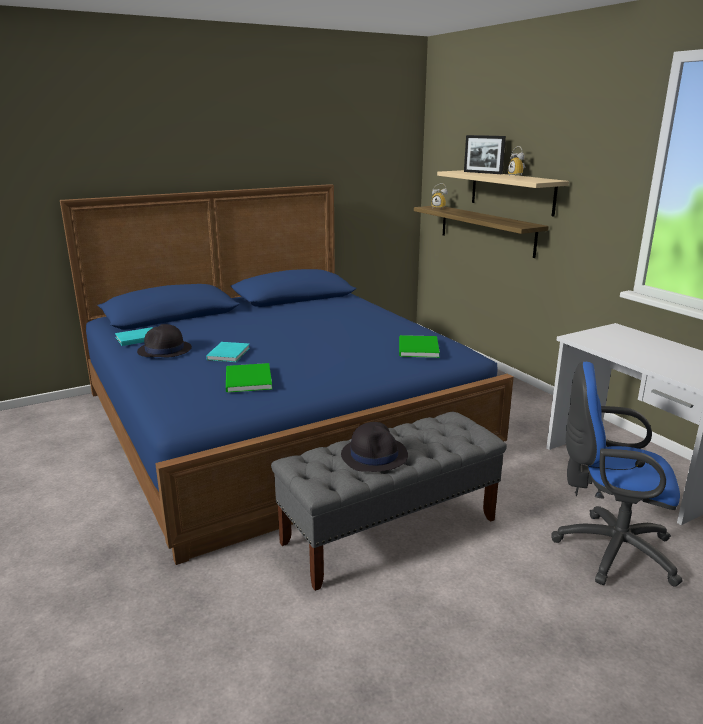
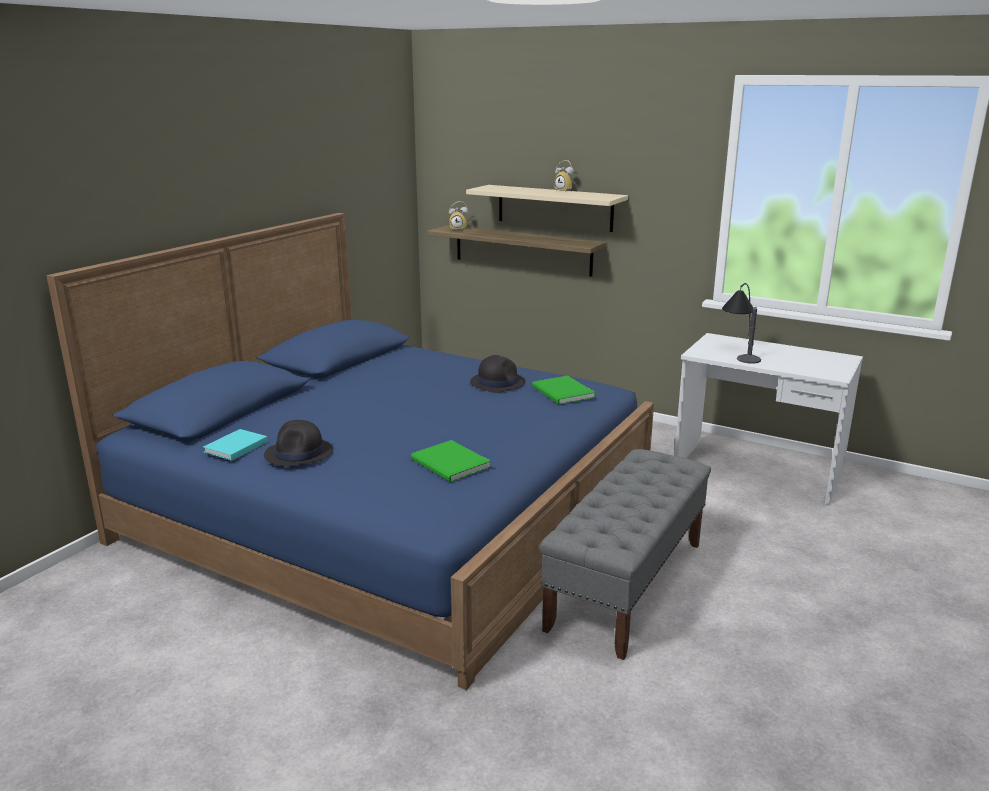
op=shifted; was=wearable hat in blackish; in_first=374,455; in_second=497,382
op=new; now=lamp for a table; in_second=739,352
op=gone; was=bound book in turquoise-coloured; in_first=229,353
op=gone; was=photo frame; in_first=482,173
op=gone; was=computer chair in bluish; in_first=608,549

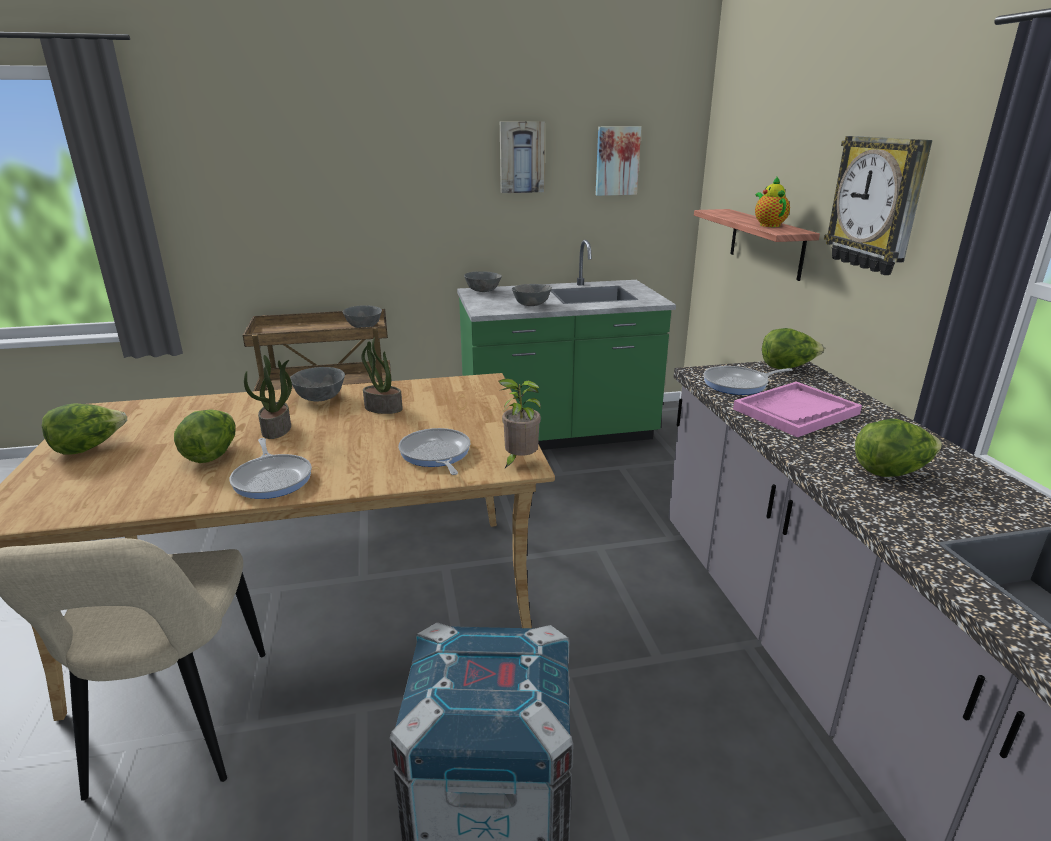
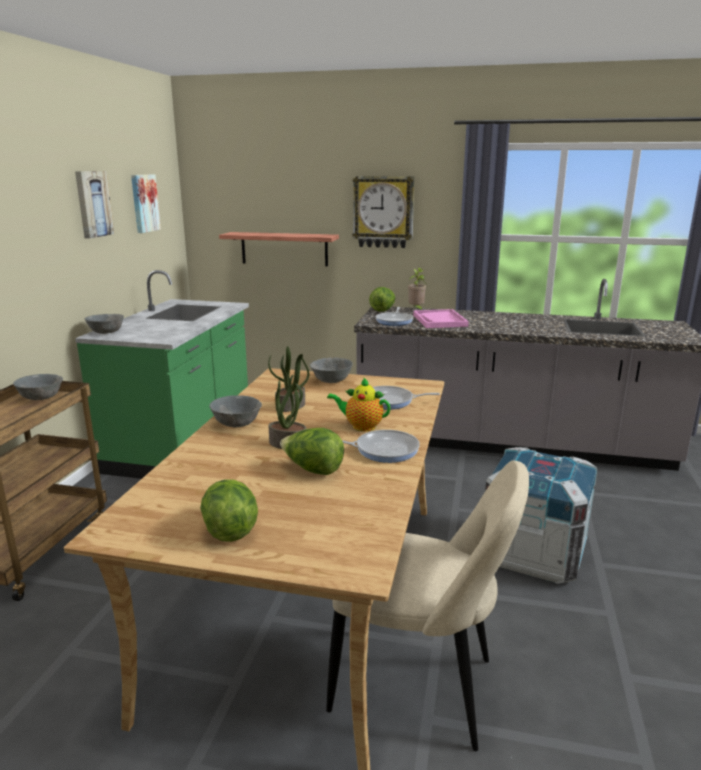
op=shifted; was=bowl in grey; in_first=531,305; in_second=331,381
op=shifted; was=pot for tea; in_first=768,225; in_second=361,426
op=shifted; was=plant in a pot; in_first=519,461; in_second=416,309
op=gone; was=lettuce head; in_first=891,471

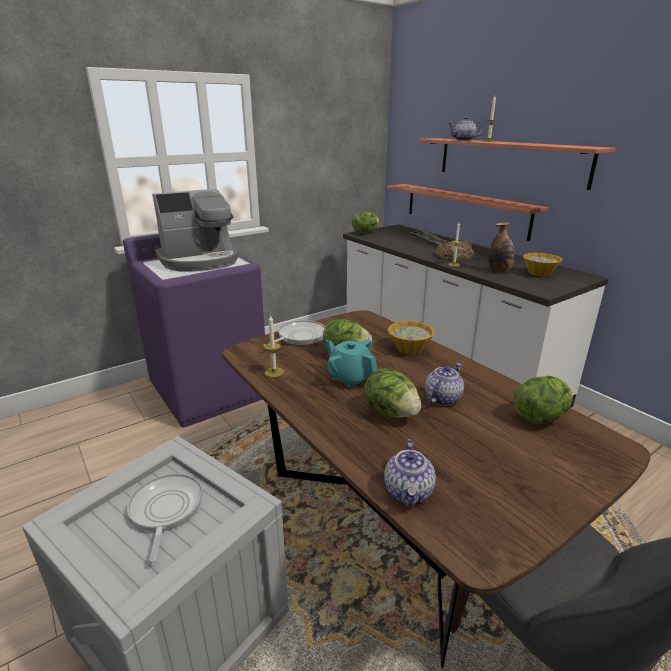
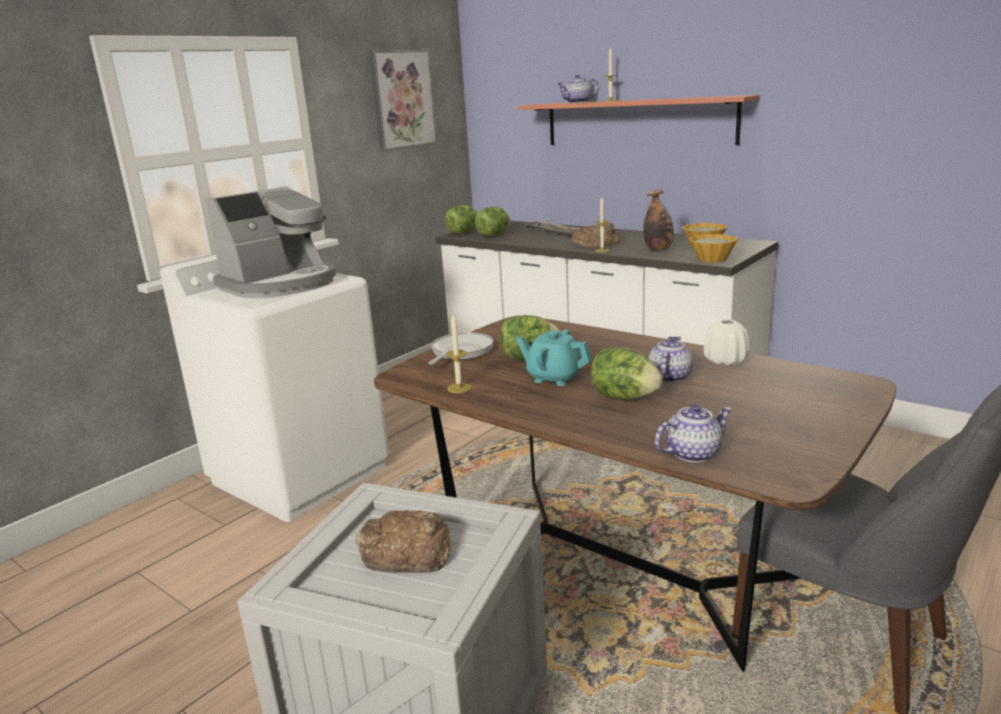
op=repainted; was=laundry appliance in purple-coloured; now=laundry appliance in white-coloured; in_first=210,391; in_second=301,474
op=swapped; was=frying pan; now=bread; in_first=166,510; in_second=405,552
op=new; now=wall art; in_second=403,100
op=shifted; was=lettuce head; in_first=540,417; in_second=494,235
op=rotated; was=pot for tea; in_first=409,492; in_second=693,453; clockwise=-105
op=shifted; was=bowl; in_first=409,348; in_second=712,259
op=new; now=decorative vase in white-coloured; in_second=725,361
op=gone; was=wall shelf; in_first=464,210

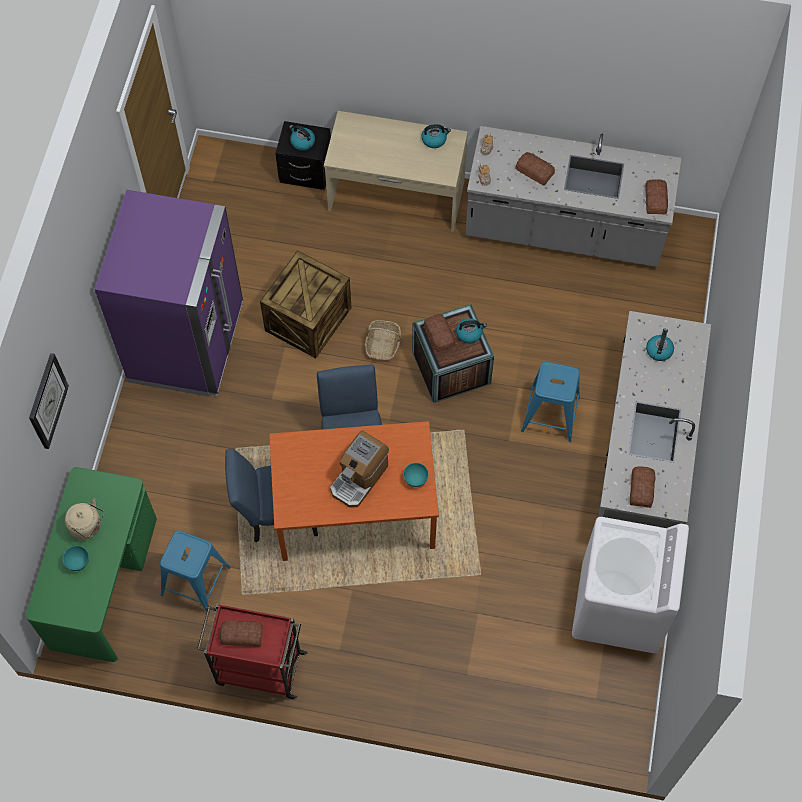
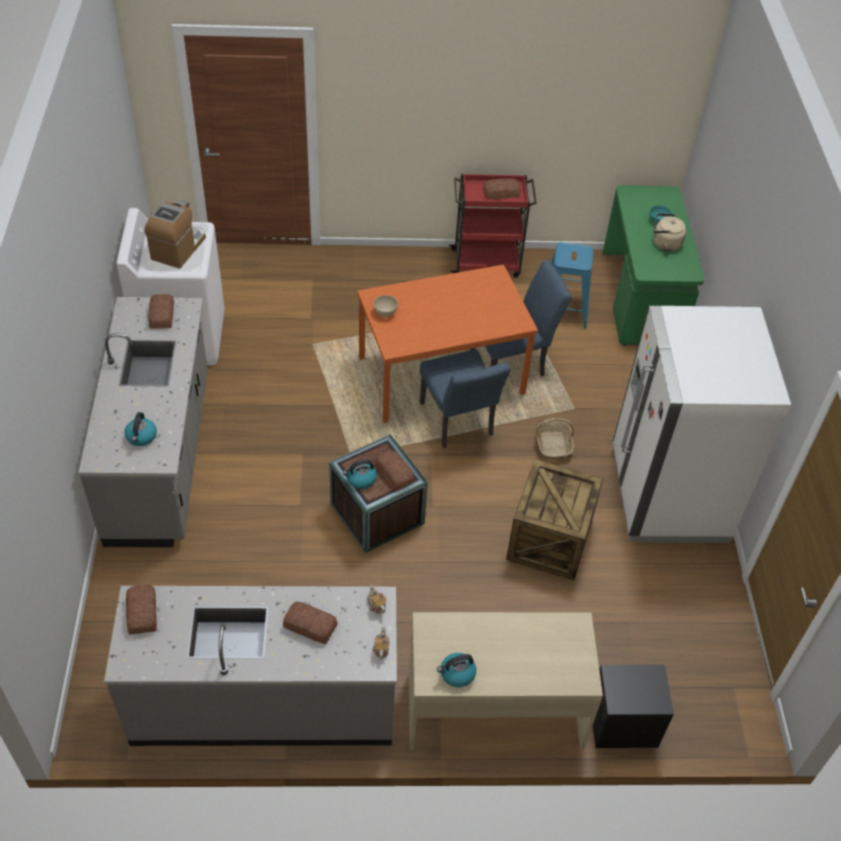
op=shifted; was=coffee machine; in_first=359,478; in_second=178,248
op=repainted; was=bowl in turquoise-coloured; now=bowl in beige-coloured; in_first=415,479; in_second=385,312
op=shifted; was=storage basket; in_first=383,344; in_second=553,445
op=repainted; was=kitchen fridge in purple-coloured; now=kitchen fridge in white-coloured; in_first=187,343; in_second=668,494
op=gone; was=clock on the wall; in_first=47,401
op=gone; was=kettle; in_first=302,142
op=gone; was=stool in bluish; in_first=550,415

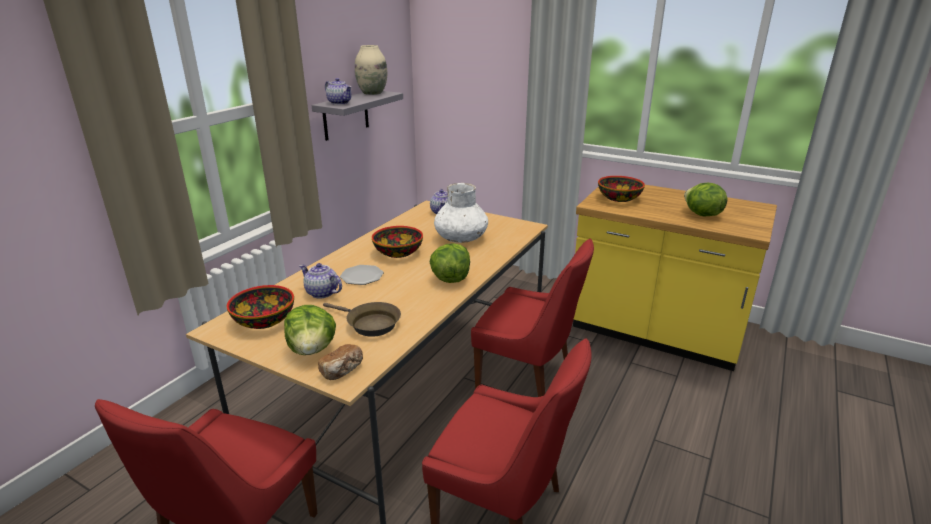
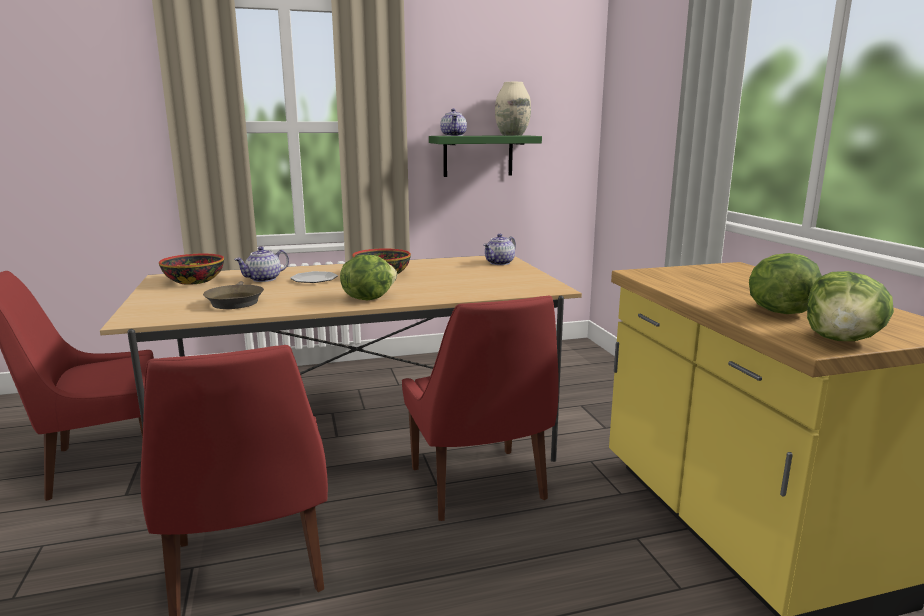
op=rotated; was=pot for tea; in_first=321,293; in_second=264,279; clockwise=-120
op=repainted; was=wall shelf in grey; now=wall shelf in green; in_first=345,115; in_second=478,156
op=shifted; was=lettuce head; in_first=312,349; in_second=842,340
op=gone; was=bread; in_first=343,371
op=gone; was=decorative vase in white-coloured; in_first=461,238
op=gone; was=bowl; in_first=618,198

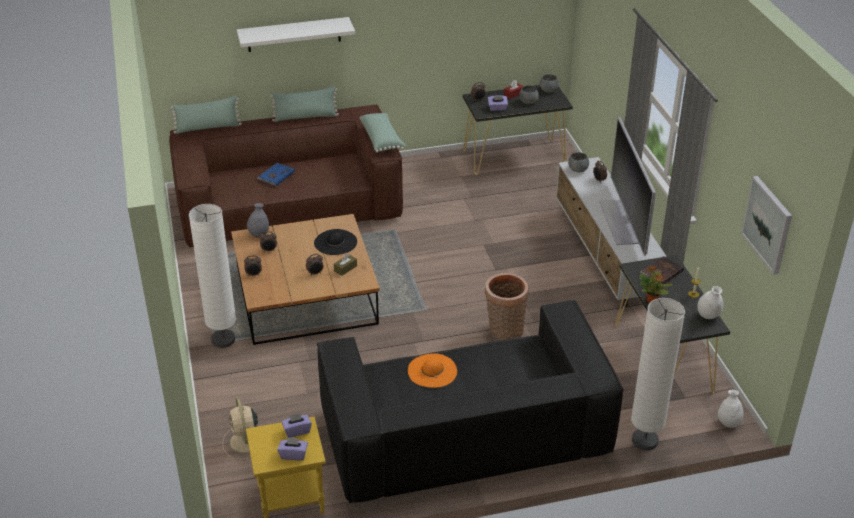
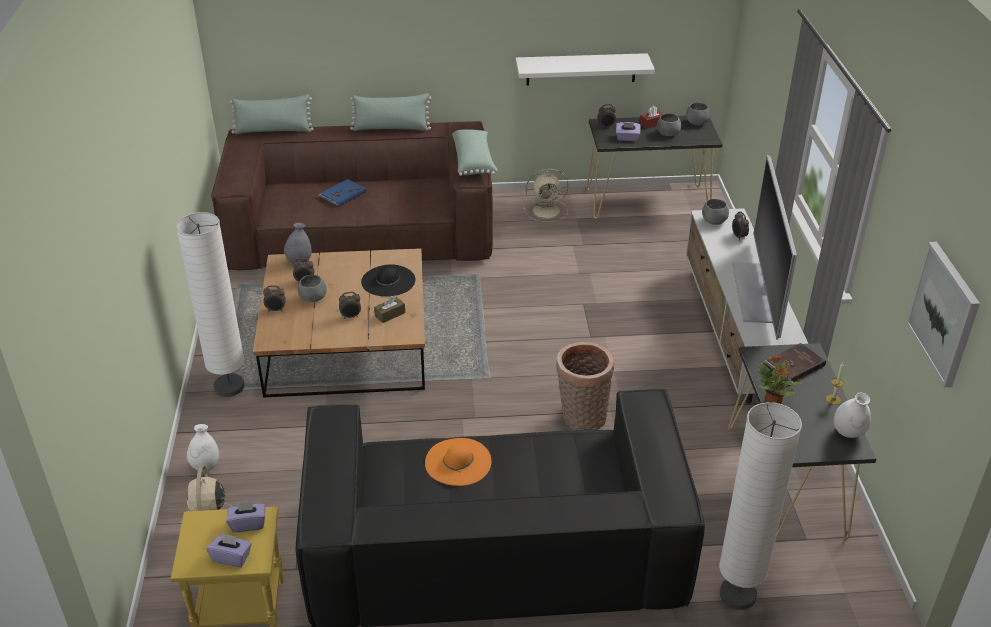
op=shifted; was=decorative vase in white-coloured; in_first=728,423; in_second=205,466
op=new; now=bowl in grey; in_second=313,298
op=shifted; was=wall shelf in white-coloured; in_first=294,34; in_second=581,69
op=new; now=cooling fan in beige-coloured; in_second=547,211

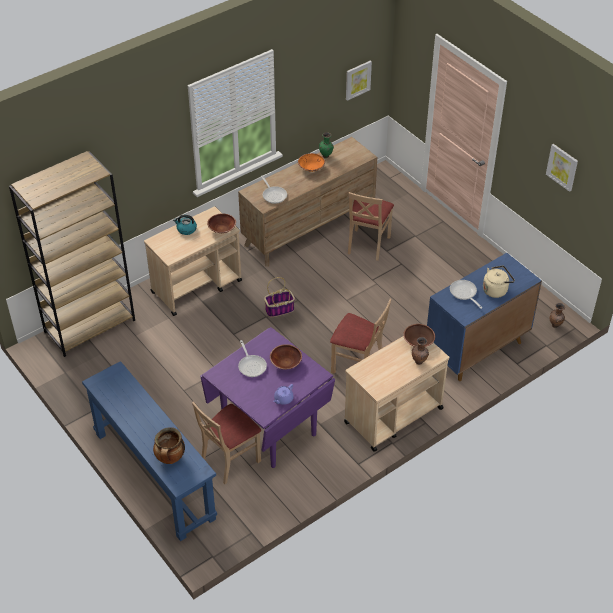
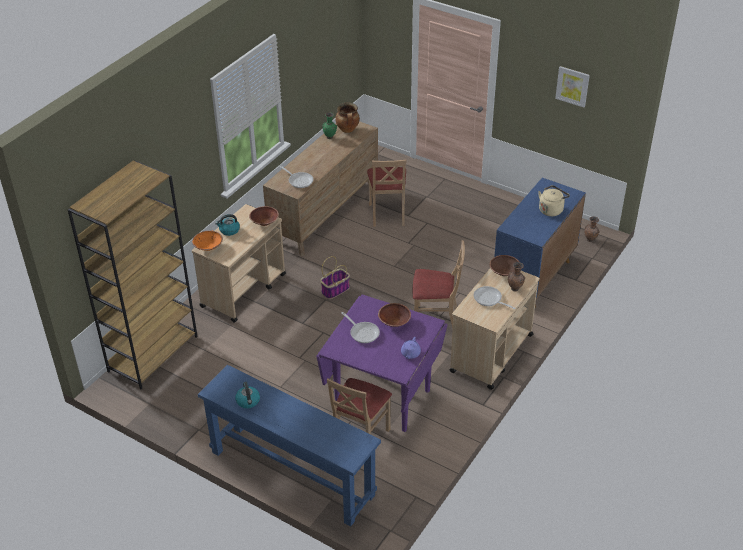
op=shifted; was=bowl in orange; in_first=311,168; in_second=208,247
op=new; now=kettle; in_second=248,401
op=shifted; was=saucepot; in_first=170,459; in_second=348,130
op=shifted; was=frying pan; in_first=464,293; in_second=489,299
op=gone; was=wall art; in_first=357,80

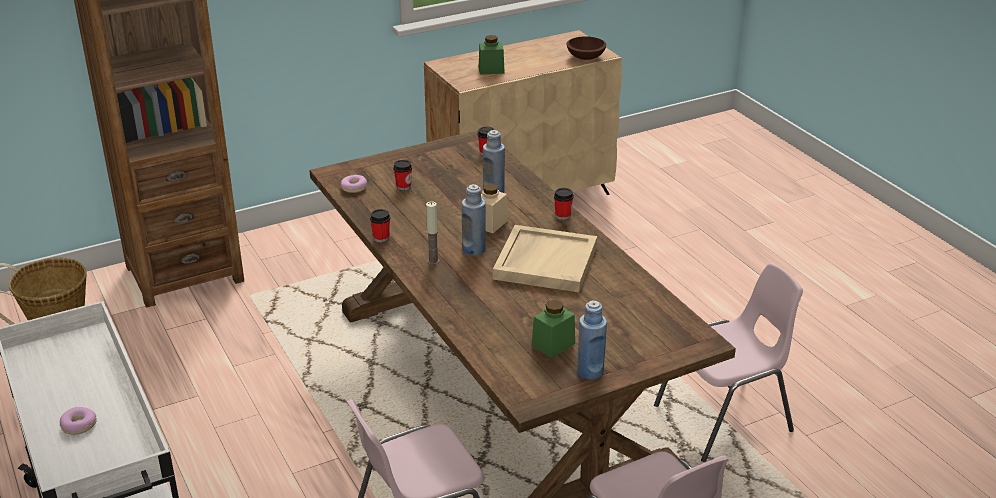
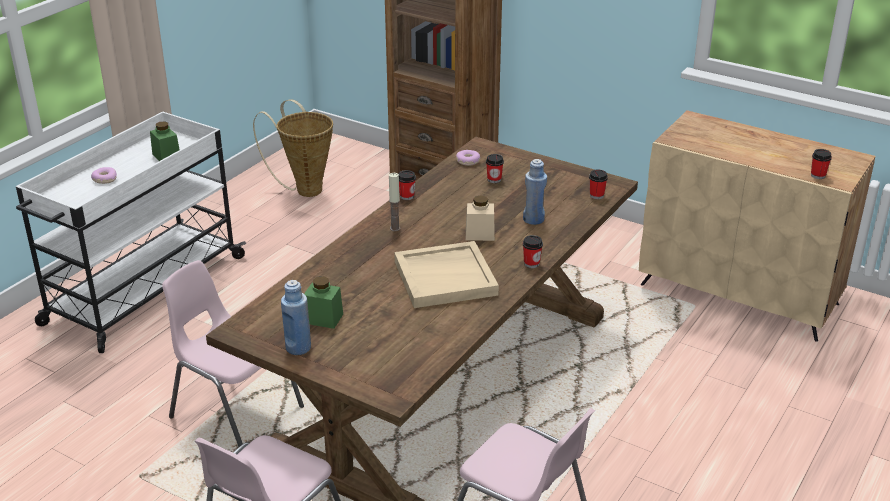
op=shifted; was=storage jar in green; in_first=491,70; in_second=166,156
op=swapped; was=bowl in brown-coloured; now=drinking cup; in_first=585,57; in_second=818,175
op=gone; was=beverage bottle in bluish; in_first=473,249

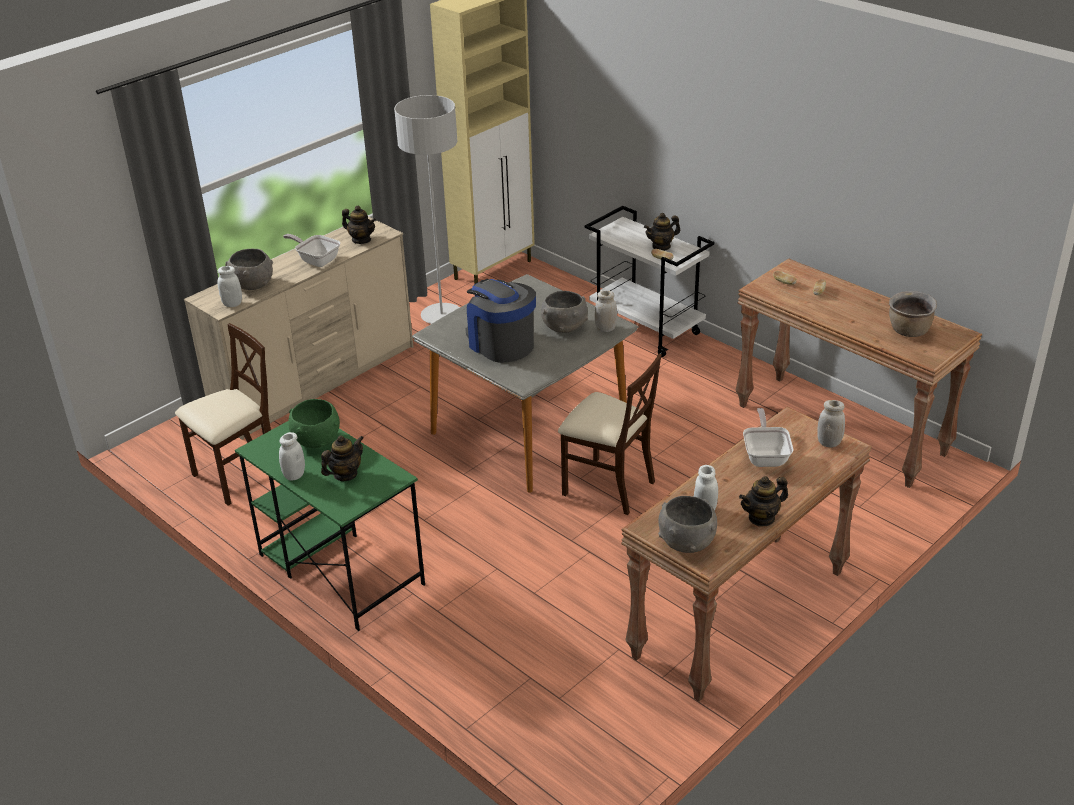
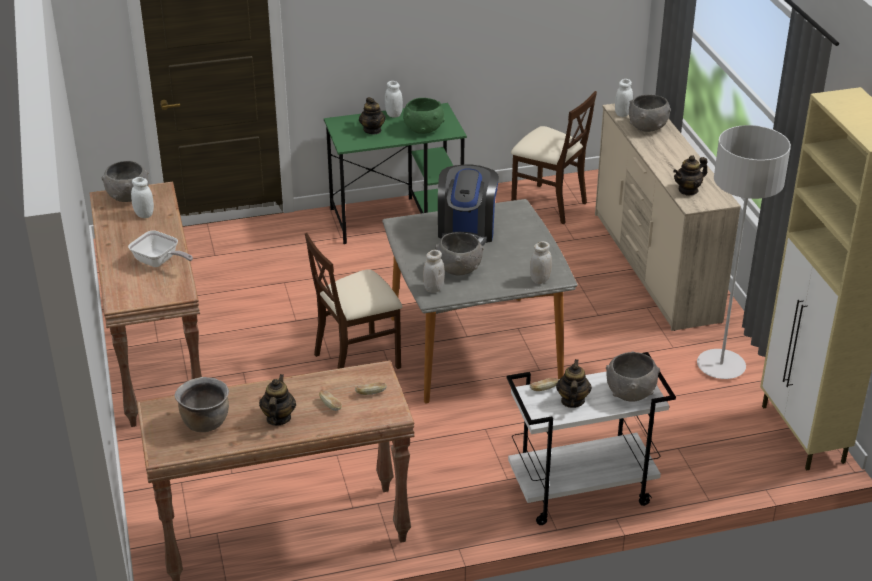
op=shifted; was=pot for tea; in_first=761,518; in_second=278,418
op=rotated; was=coffee machine; in_first=500,344; in_second=466,231; clockwise=105
op=rotated; was=chair in beige-coloured; in_first=238,475; in_second=548,204; clockwise=-45
op=shifted; was=storage jar in white-coloured; in_first=829,443; in_second=540,280
op=new; now=bowl in grey; in_second=630,393
op=gone; was=frying pan; in_first=316,260

